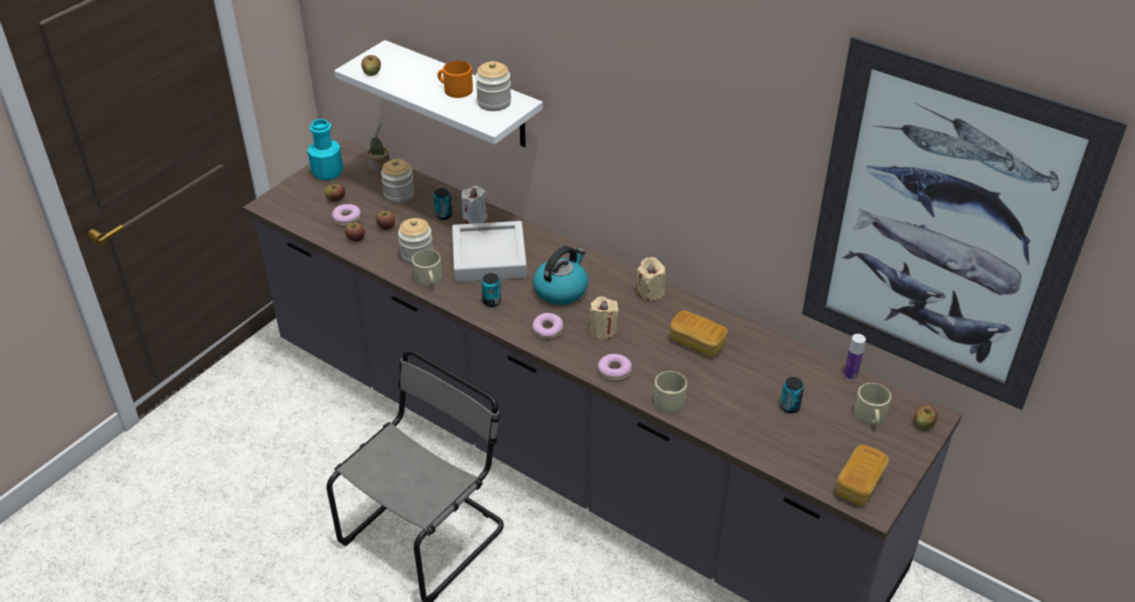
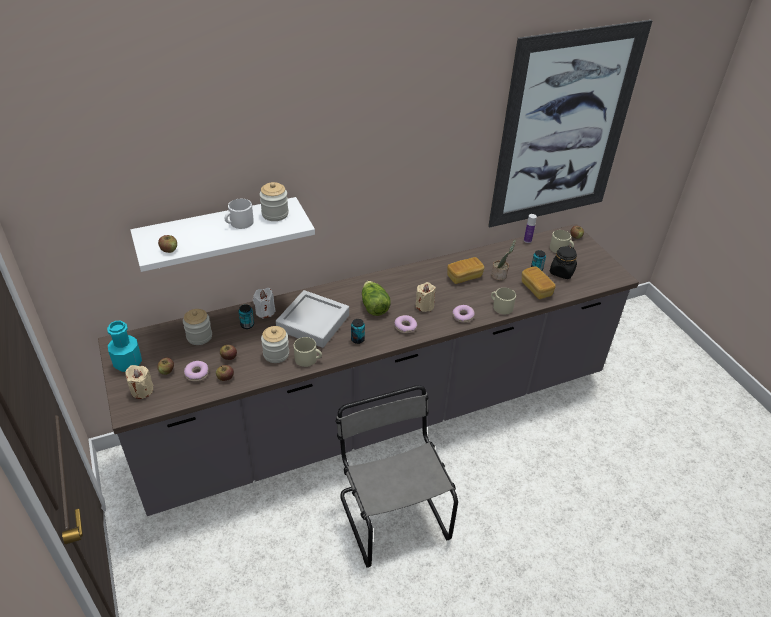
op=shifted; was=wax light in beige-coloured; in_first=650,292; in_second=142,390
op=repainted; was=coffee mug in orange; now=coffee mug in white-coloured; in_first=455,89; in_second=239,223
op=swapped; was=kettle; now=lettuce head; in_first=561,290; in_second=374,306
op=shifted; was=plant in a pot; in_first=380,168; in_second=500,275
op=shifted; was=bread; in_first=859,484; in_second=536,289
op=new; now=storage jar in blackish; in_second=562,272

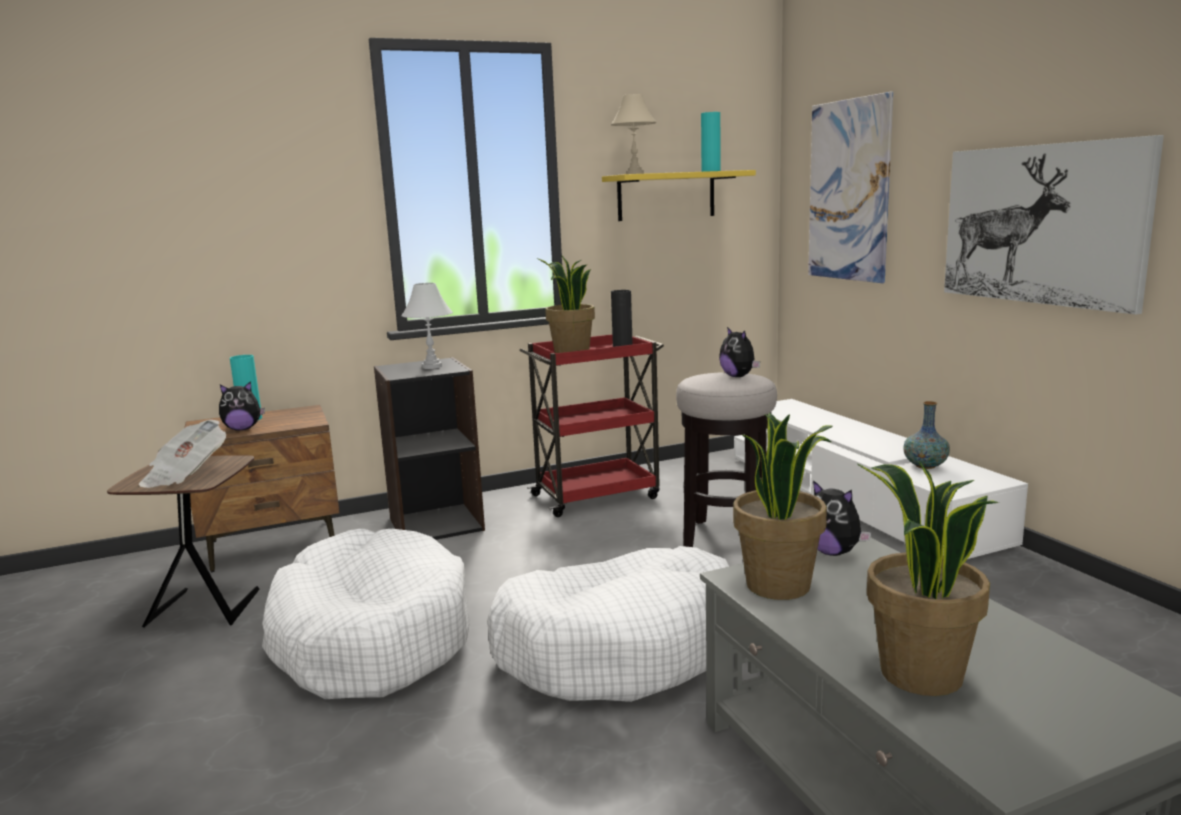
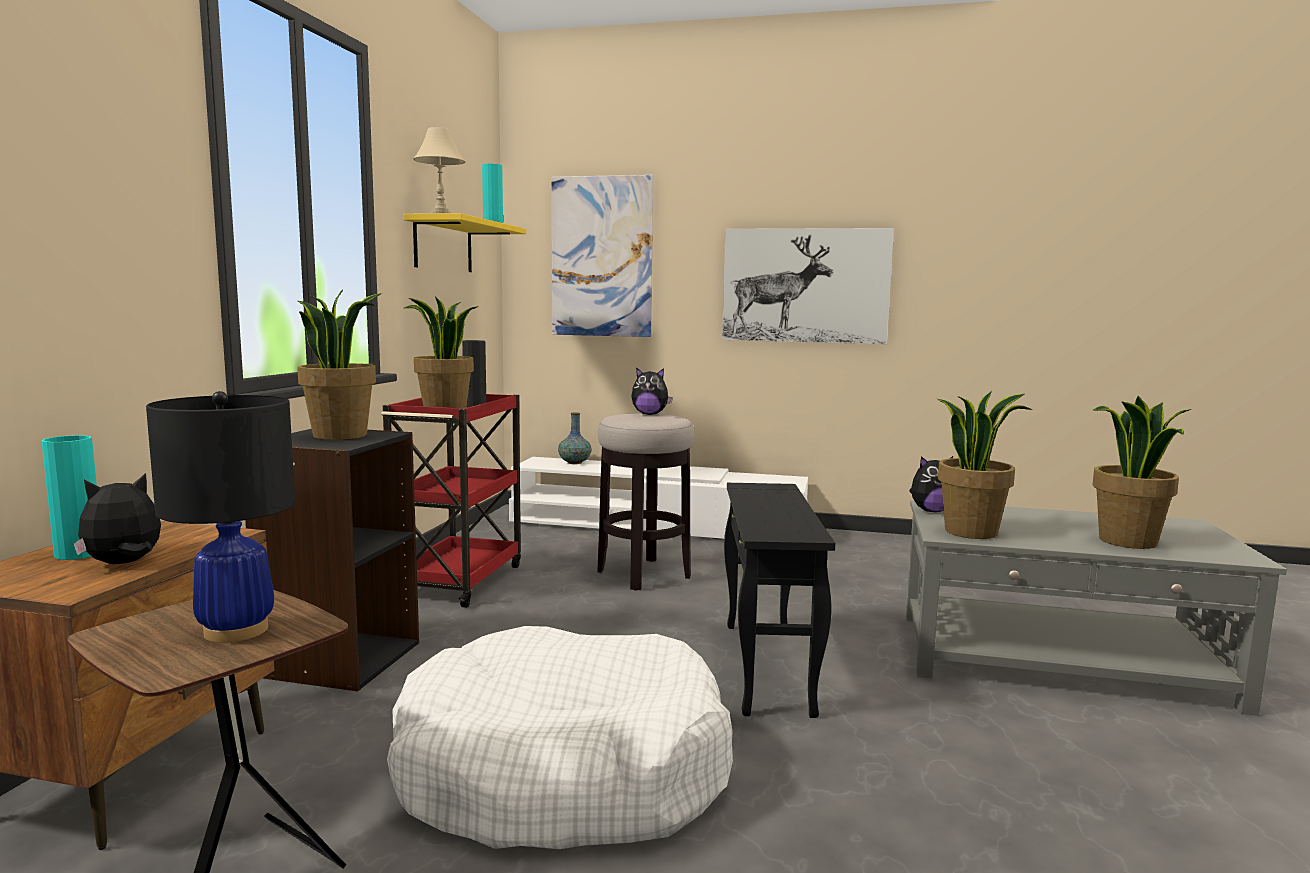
op=rotated; was=cuddly toy; in_first=243,429; in_second=124,564; clockwise=-150
op=swapped; was=newspaper; now=lamp for a table in blackish; in_first=185,475; in_second=236,631
op=swapped; was=lamp for a table in white-coloured; now=plant in a pot; in_first=432,367; in_second=341,435
op=shifted; was=decorative vase; in_first=925,466; in_second=574,462
op=swapped; was=dog cushion in white-coloured; now=end table in blackish; in_first=620,647; in_second=767,666

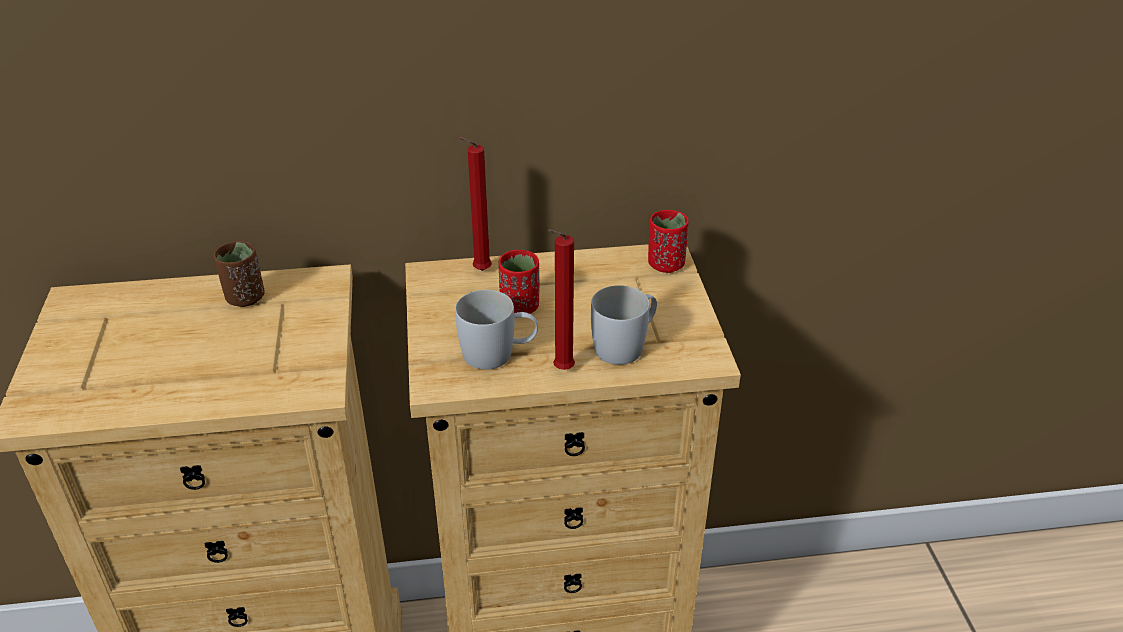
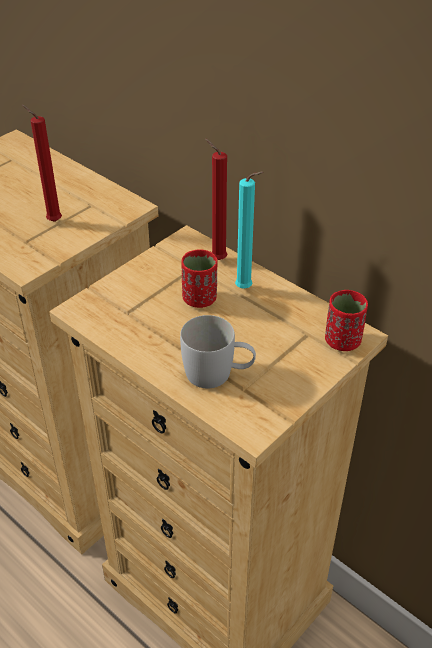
op=shifted; was=wax light in reddish; in_first=560,370; in_second=52,221
op=new; now=wax light in turquoise-coloured; in_second=246,289
op=gone; was=drinking cup in brown-coloured; in_first=245,298
op=gone; was=coffee mug in white-coloured; in_first=498,354

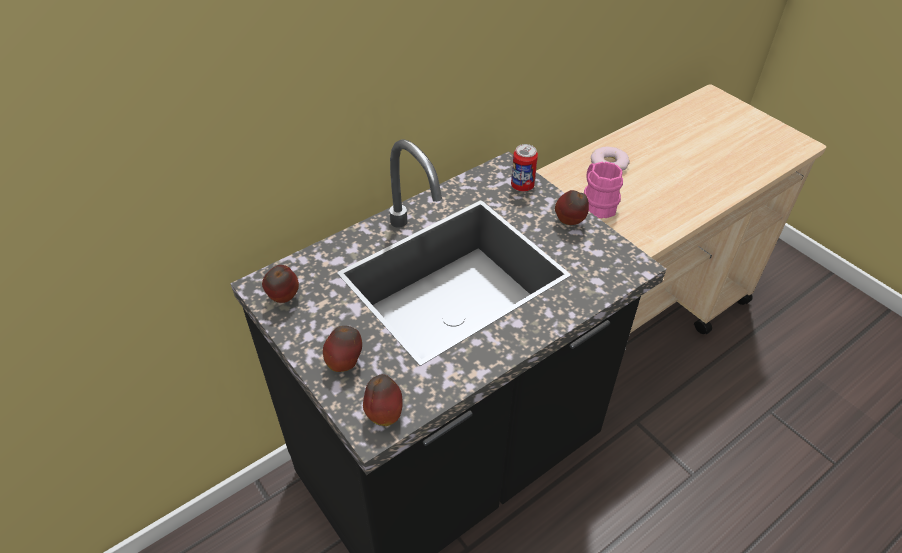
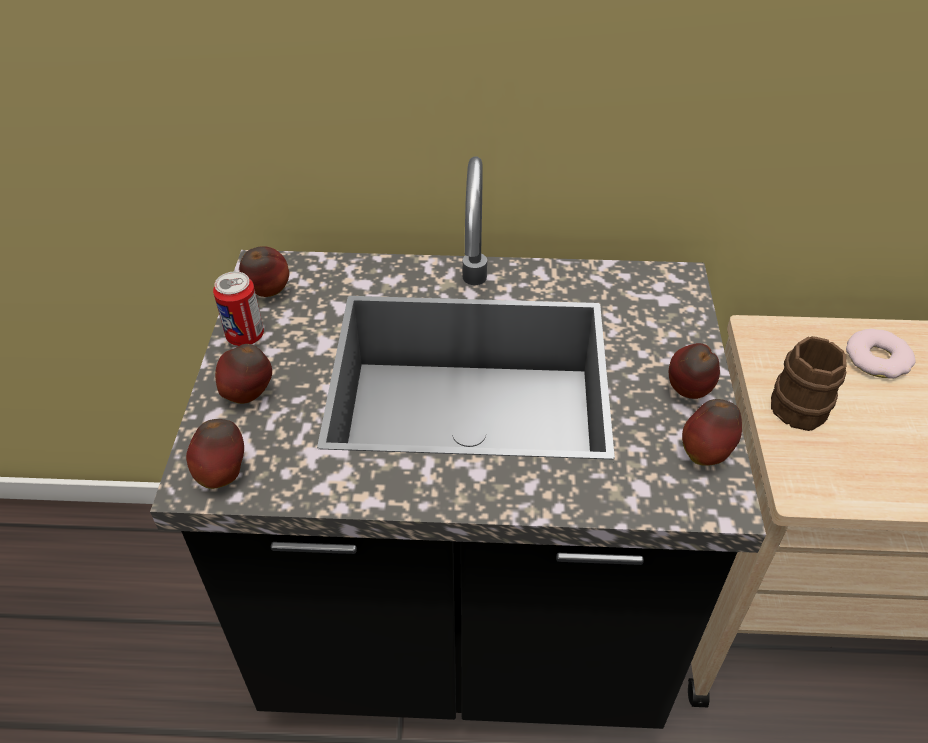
op=shifted; was=sealed can; in_first=522,186; in_second=245,336
op=new; now=apple fruit; in_second=705,454
op=repainted; was=coffee mug in pink-coloured; now=coffee mug in brown-coloured; in_first=596,204; in_second=798,401

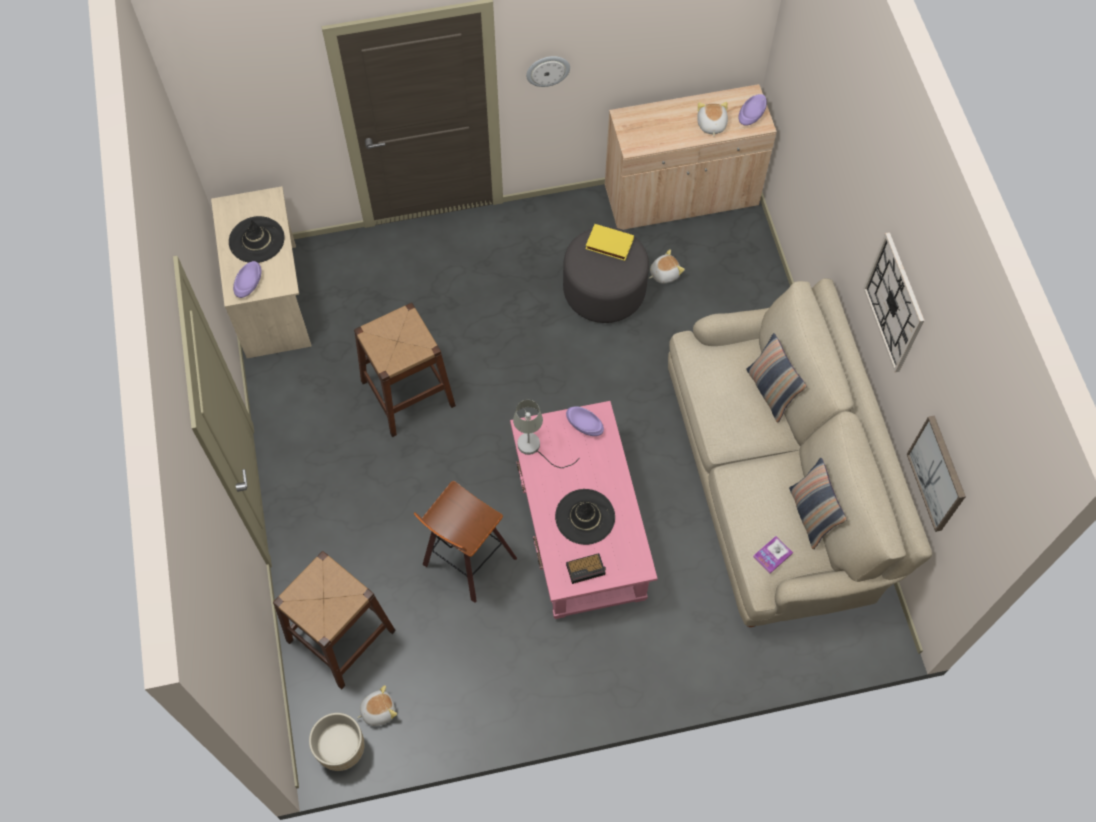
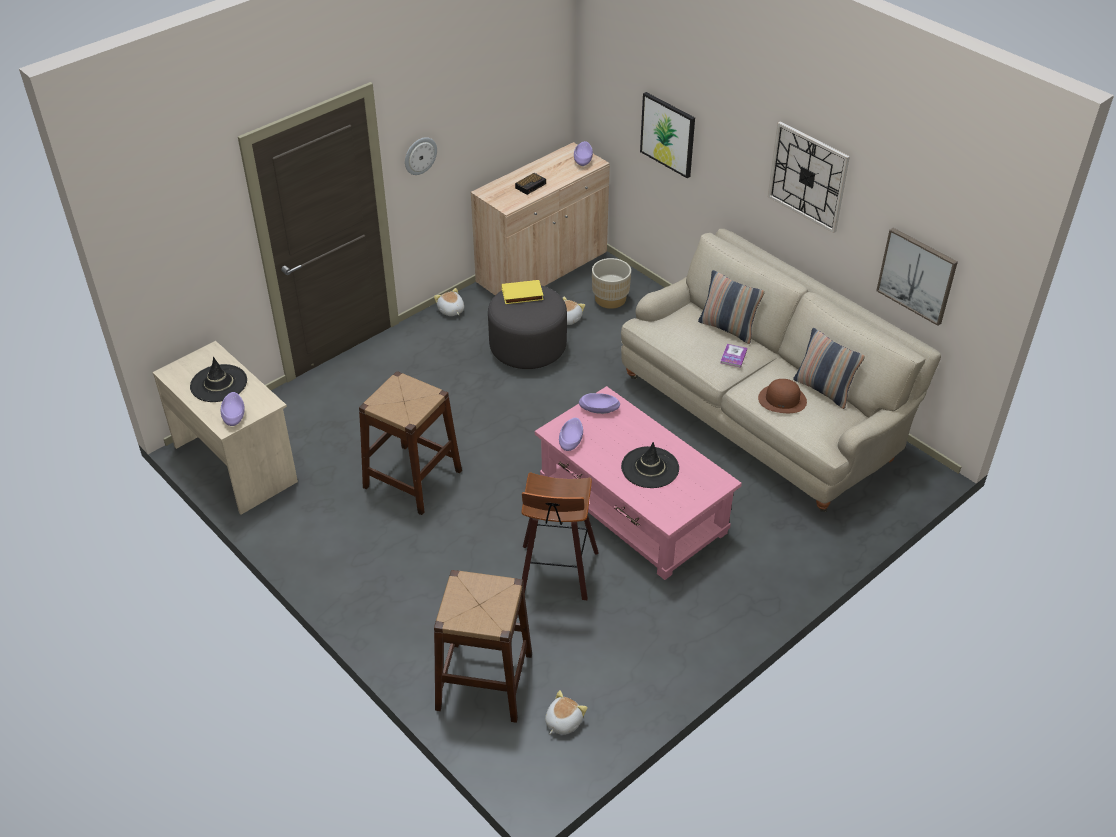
op=shifted; was=cuddly toy; in_first=711,125; in_second=451,310
op=shifted; was=bedside clock; in_first=586,569; in_second=531,185
op=swapped; was=lamp for a table in grey; now=bowl in purple-coloured; in_first=535,448; in_second=570,440
op=shifted; was=flower pot in beige-coloured; in_first=342,749; in_second=610,299
op=new; now=wall art; in_second=668,134
op=shifted; was=bound book; in_first=772,555; in_second=733,356
op=new; now=wearable hat in brown-coloured; in_second=782,399

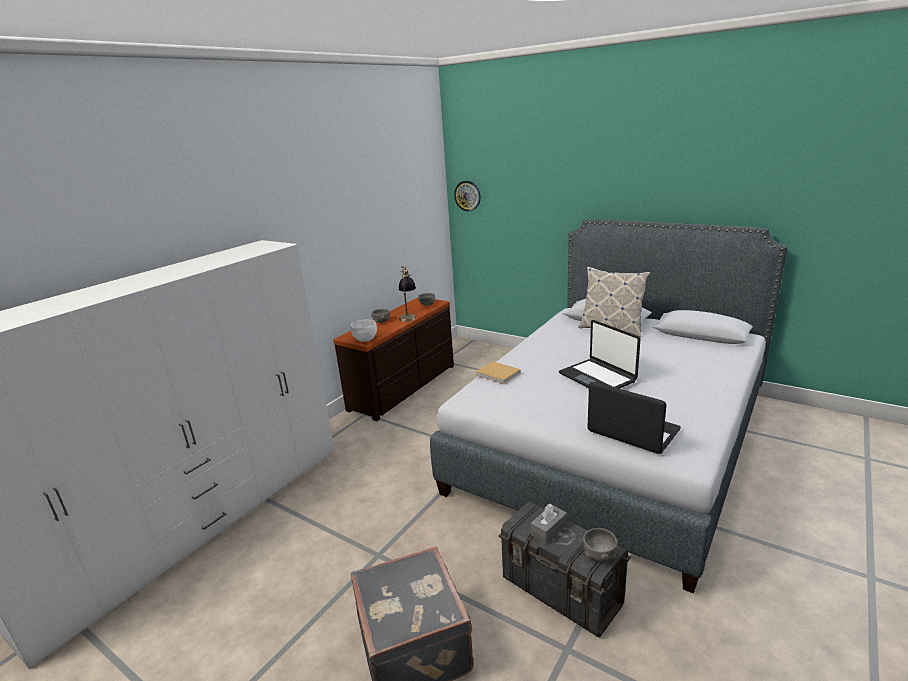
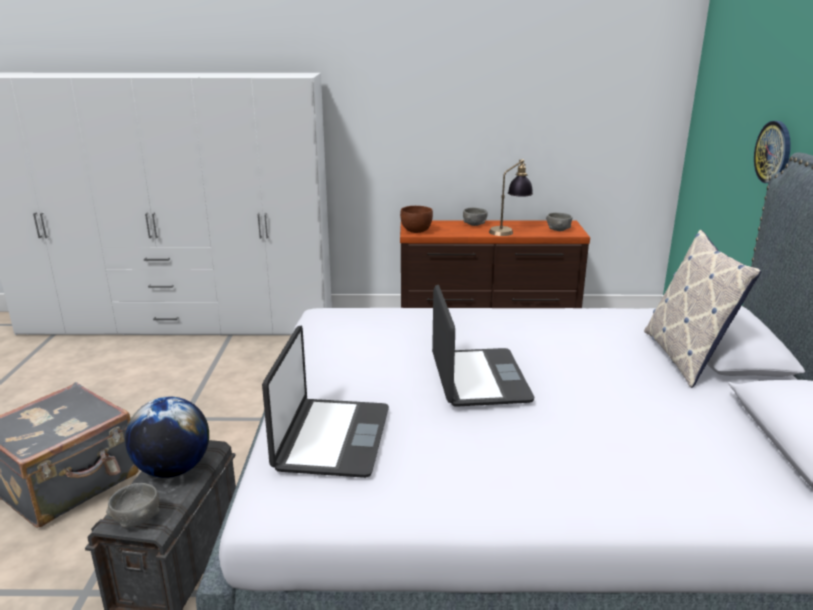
op=swapped; was=box of tissues in grey; now=desk globe; in_first=548,529; in_second=173,469
op=repainted; was=bowl in white-coloured; now=bowl in brown-coloured; in_first=365,340; in_second=416,231
op=rotated; was=notebook computer; in_first=597,377; in_second=478,378; clockwise=150
op=shifted; was=clock on the wall; in_first=467,195; in_second=773,152
op=gone; was=bound book in beige-coloured; in_first=499,374

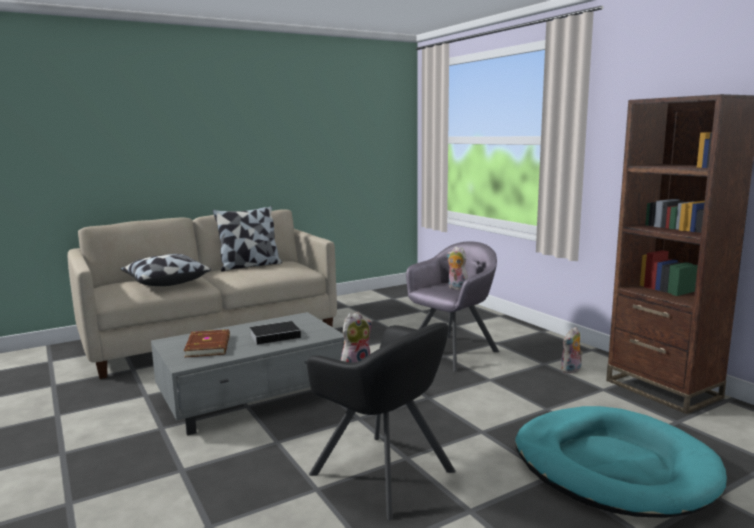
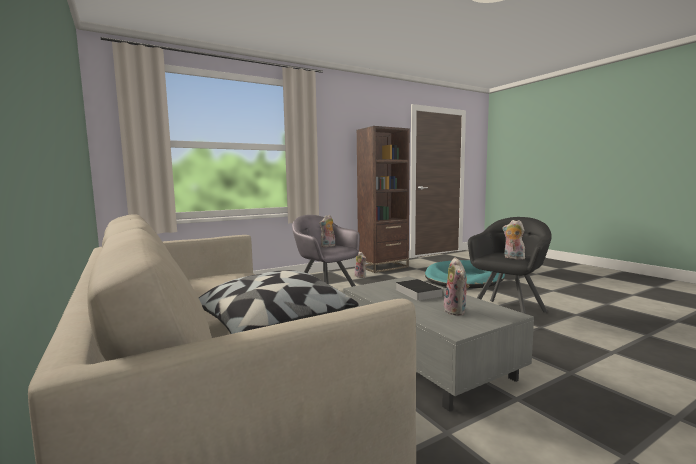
op=swapped; was=bound book in brown-coloured; now=cuddly toy; in_first=209,346; in_second=456,311
op=gone; was=cushion; in_first=249,266

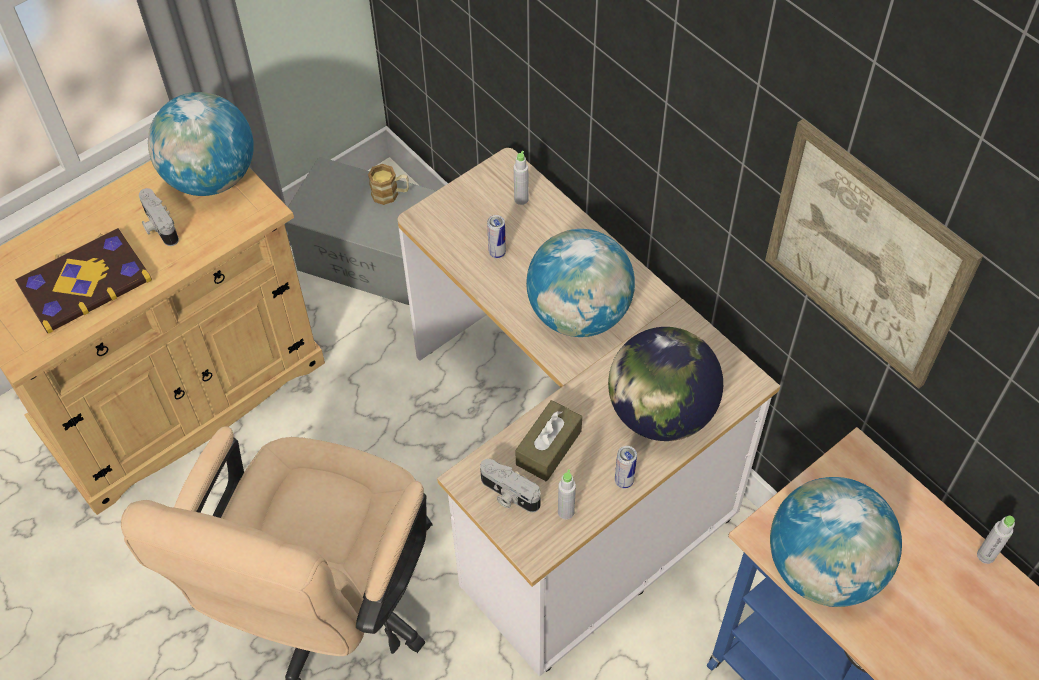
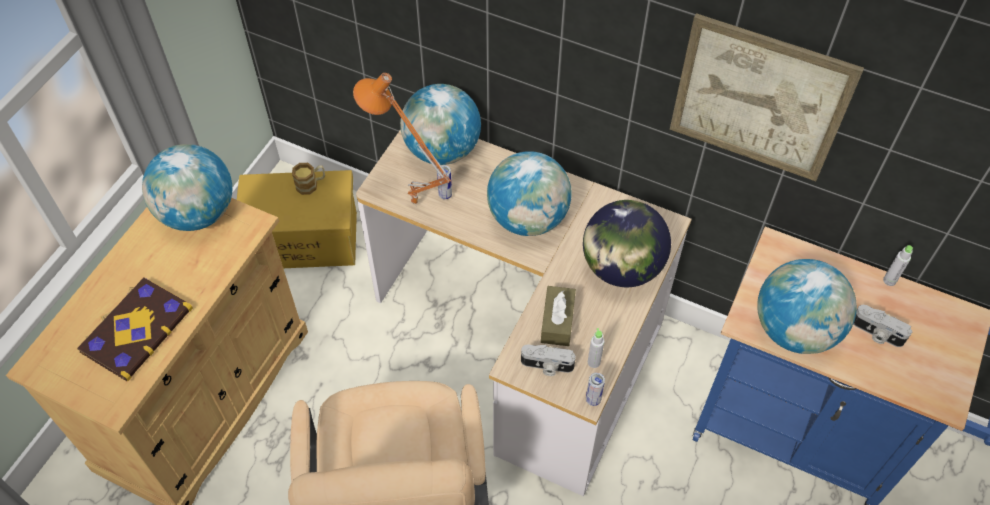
op=repainted; was=storage box in grey; now=storage box in yellow; in_first=372,258; in_second=305,240
op=new; now=lamp for a table in orange; in_second=411,206
op=swapped; was=beverage bottle in grey; now=desk globe; in_first=521,199; in_second=442,150
op=shifted; was=sealed can; in_first=624,481; in_second=593,400
op=shifted; was=still camera; in_first=158,226; in_second=876,333

